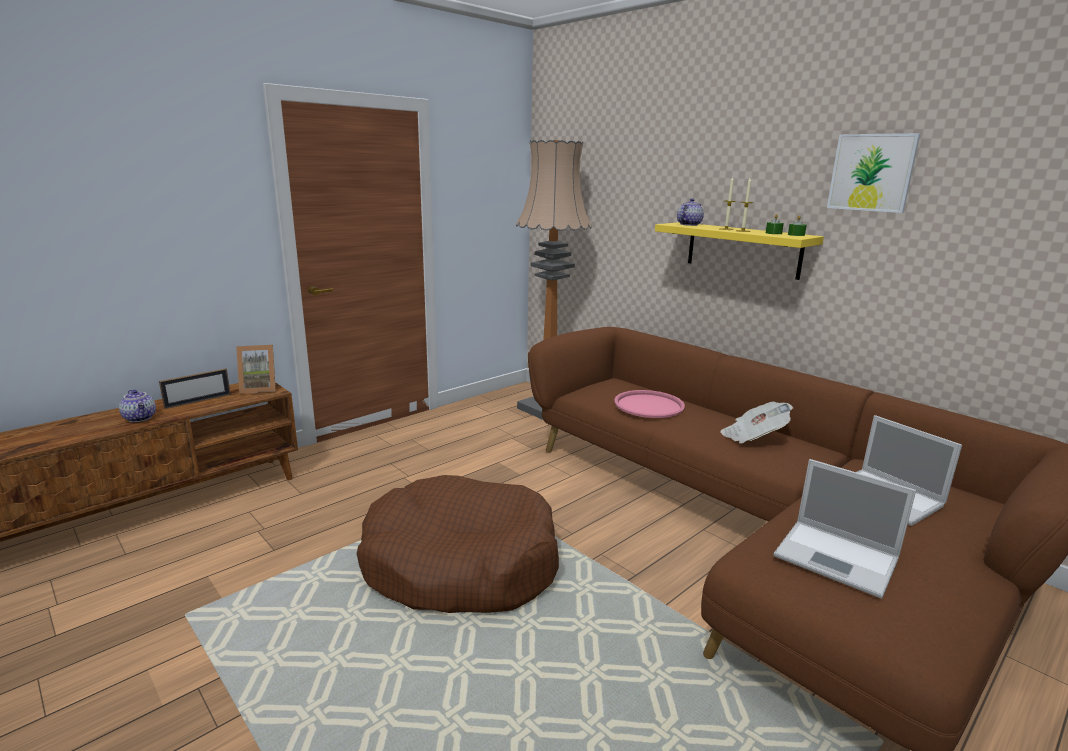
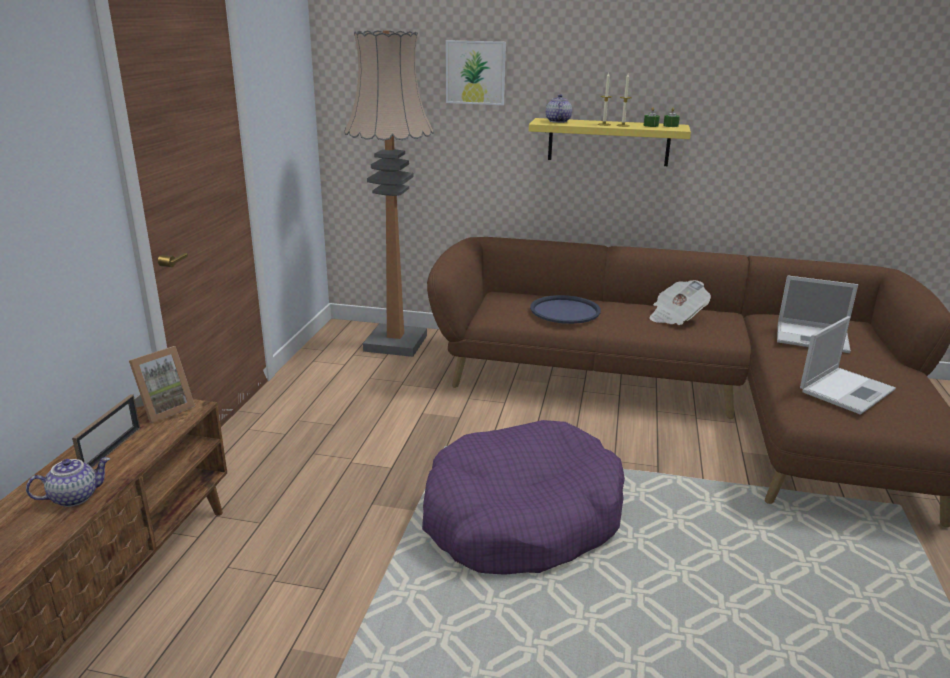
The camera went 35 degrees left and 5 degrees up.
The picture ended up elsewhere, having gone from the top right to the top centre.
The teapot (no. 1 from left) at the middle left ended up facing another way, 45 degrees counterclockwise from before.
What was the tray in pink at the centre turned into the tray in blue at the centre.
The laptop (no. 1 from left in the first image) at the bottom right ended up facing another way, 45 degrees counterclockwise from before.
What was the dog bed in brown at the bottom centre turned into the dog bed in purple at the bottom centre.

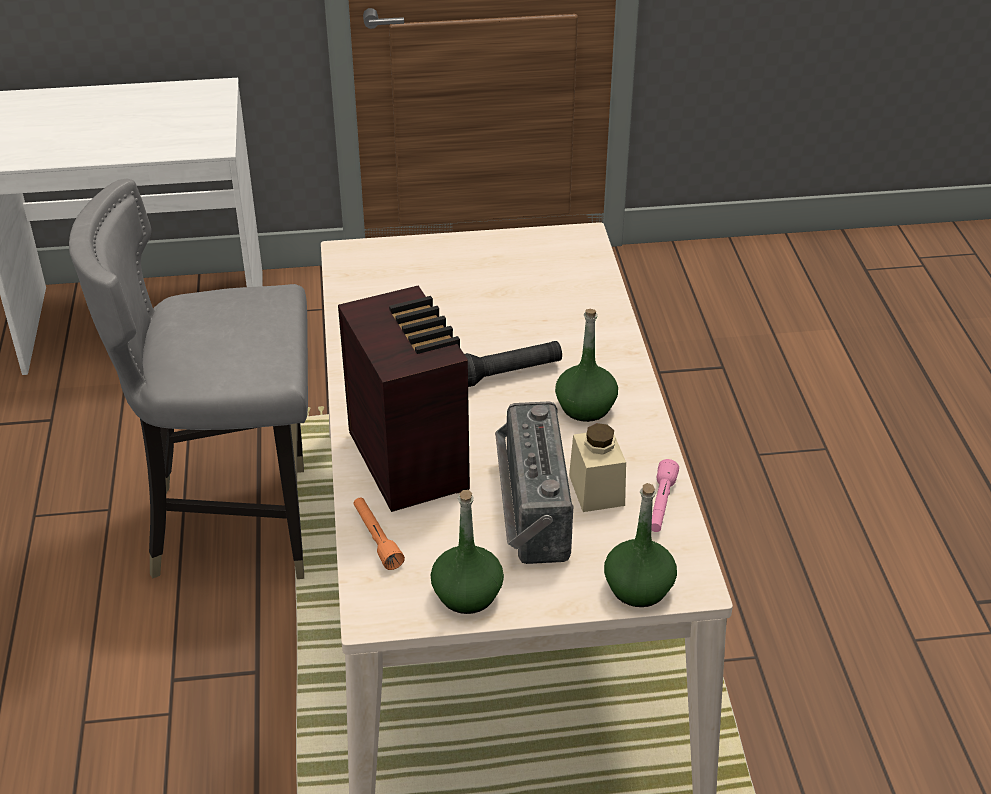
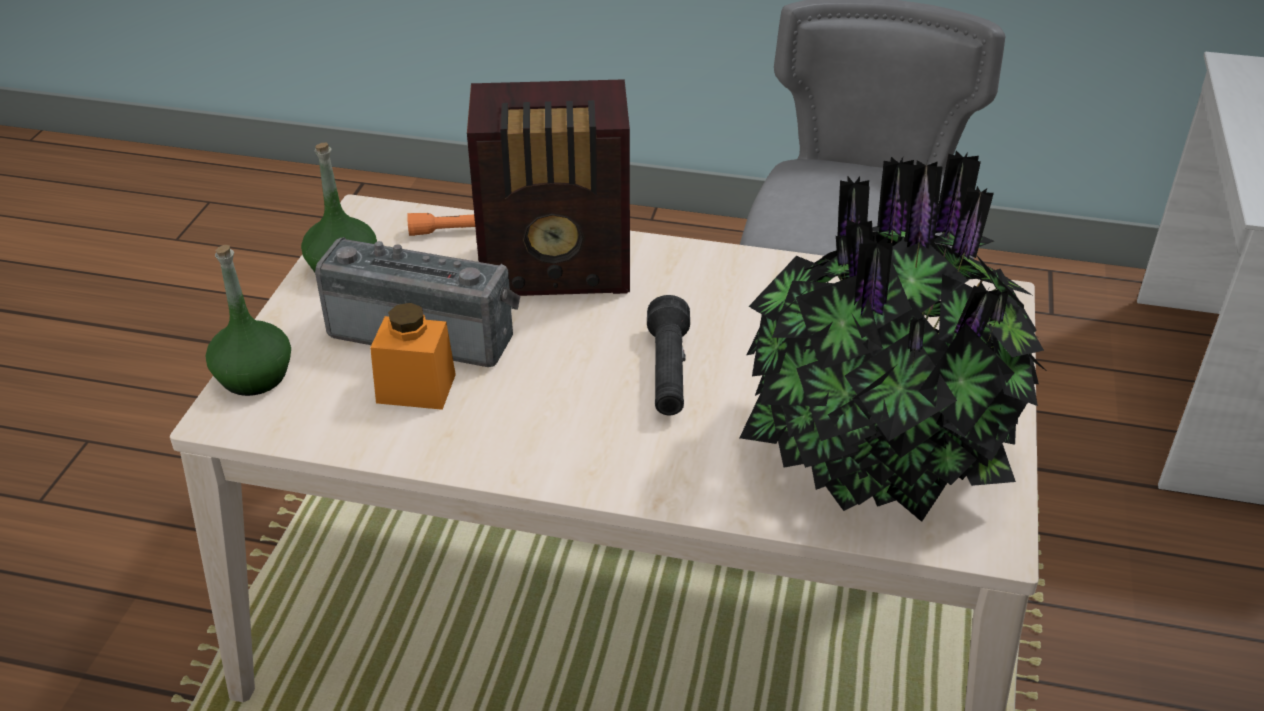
The camera went 110 degrees right and 0 degrees up.
The second view lost the bottle in green (no. 2 from left) at the centre.
What was the jar in beige at the centre turned into the jar in orange at the middle left.
The second view lost the flashlight in pink at the middle right.
The second view gained the potted plant at the middle right.

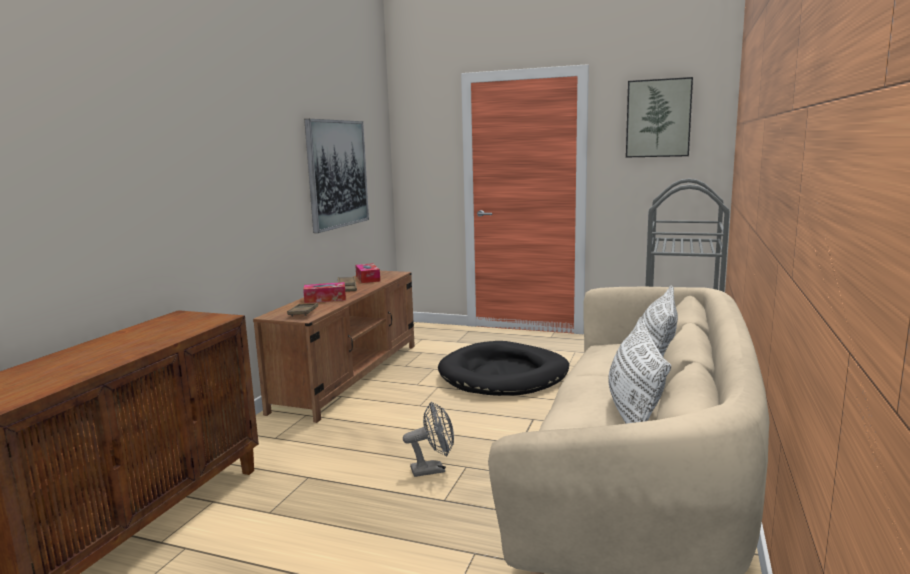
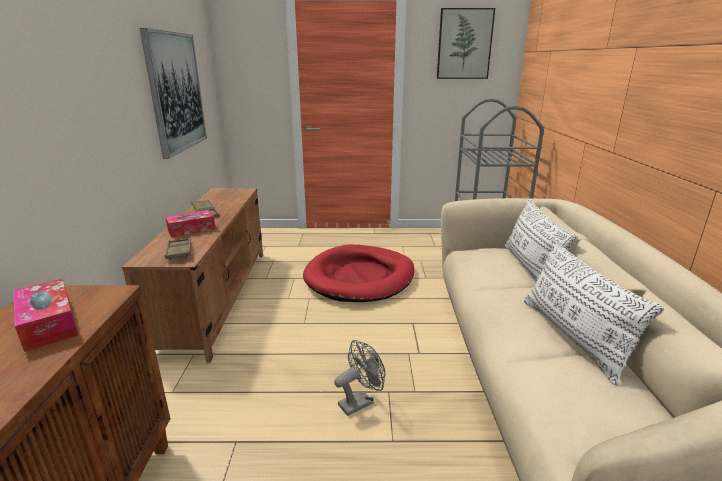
The camera went 20 degrees left and 10 degrees up.
The tissue box (no. 2 from left in the first image) ended up elsewhere, having gone from the centre to the middle left.
What was the dog bed in black at the centre turned into the dog bed in red at the centre.

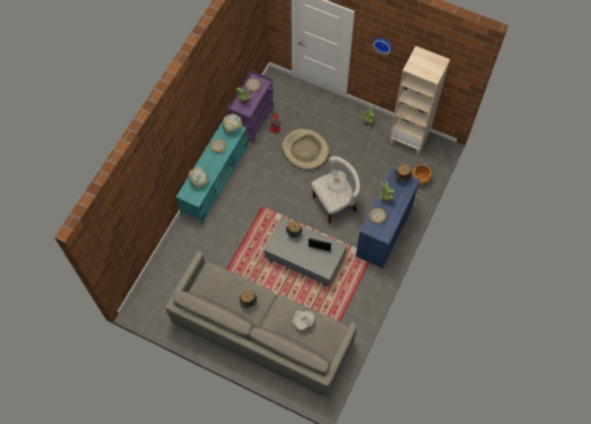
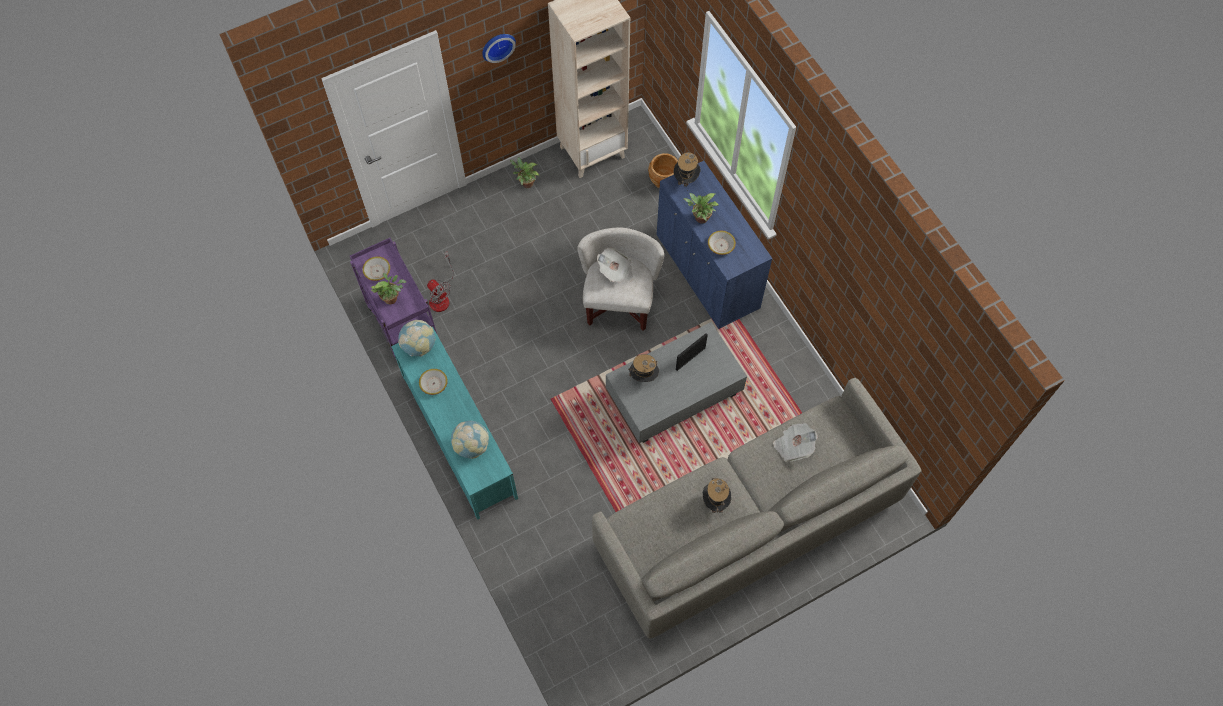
The camera went 55 degrees left and 0 degrees up.
The second view lost the dog bed in beige at the centre.

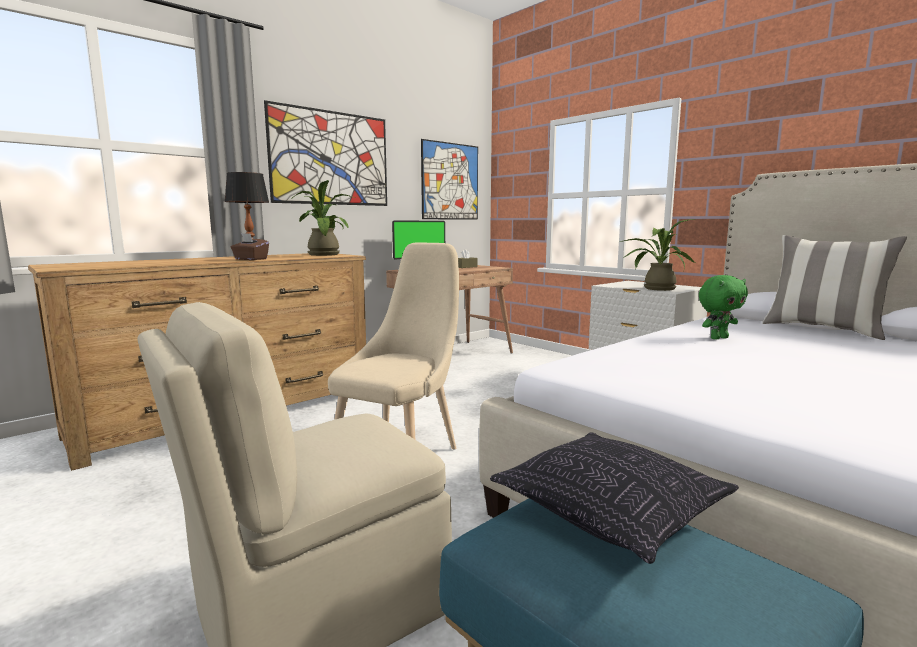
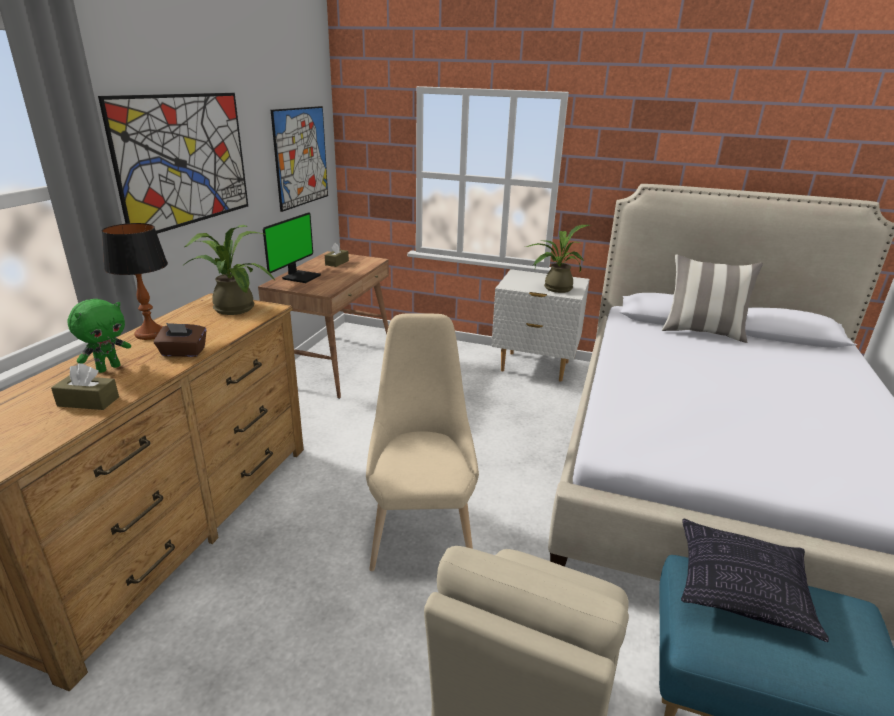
The camera went 30 degrees left and 15 degrees up.
The plush toy in green ended up elsewhere, having gone from the middle right to the middle left.
The second view gained the tissue box in brown (no. 1 from left) at the middle left.

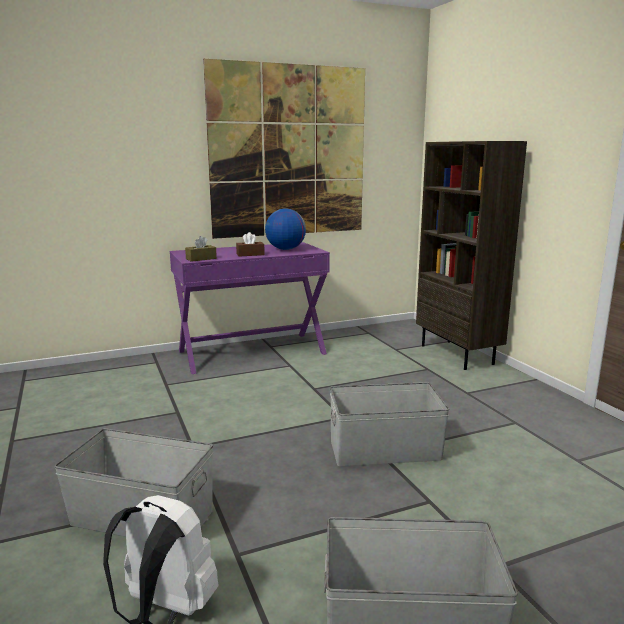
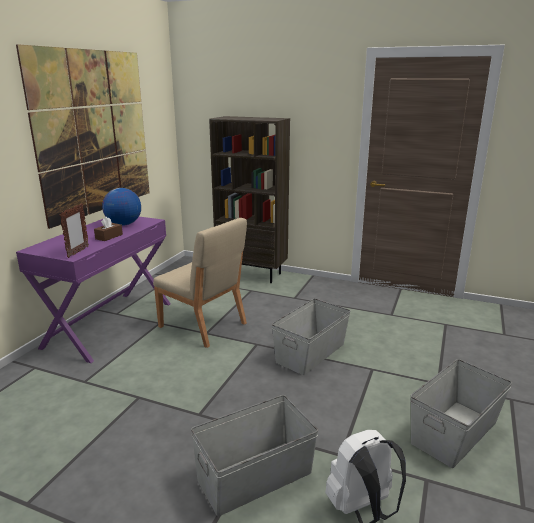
The camera went 45 degrees left and 5 degrees up.
Where the tissue box in brown (no. 1 from left) stood at the middle left, the picture frame came to stand at the middle left.
The second view gained the chair in beige at the centre.

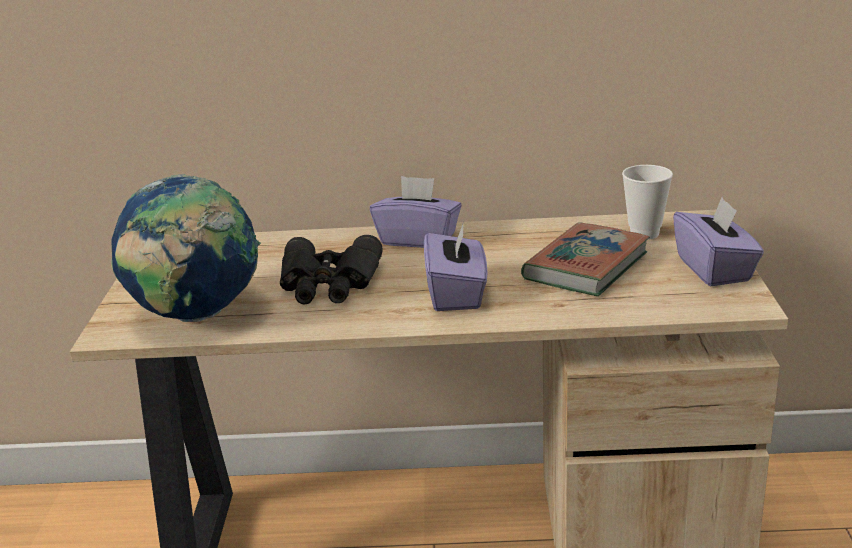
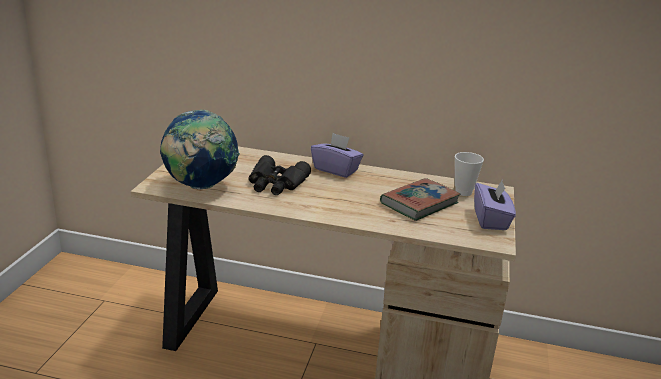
The camera went 10 degrees right and 0 degrees up.
The second view lost the tissue box in purple (no. 2 from left) at the centre.

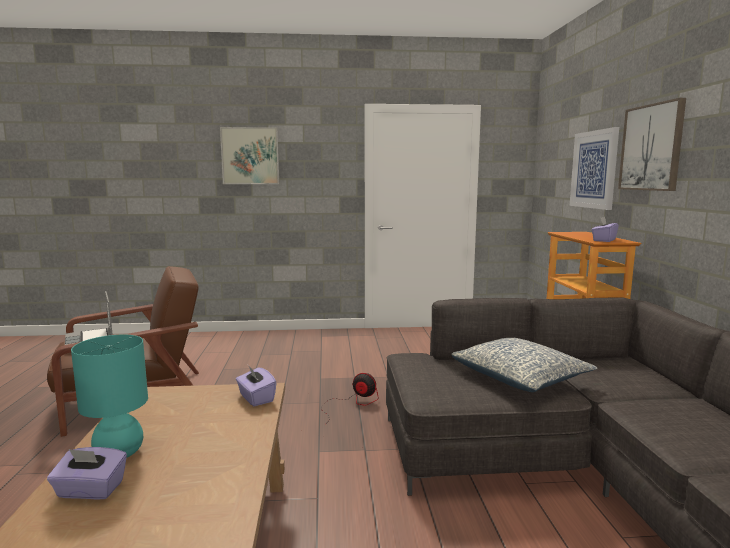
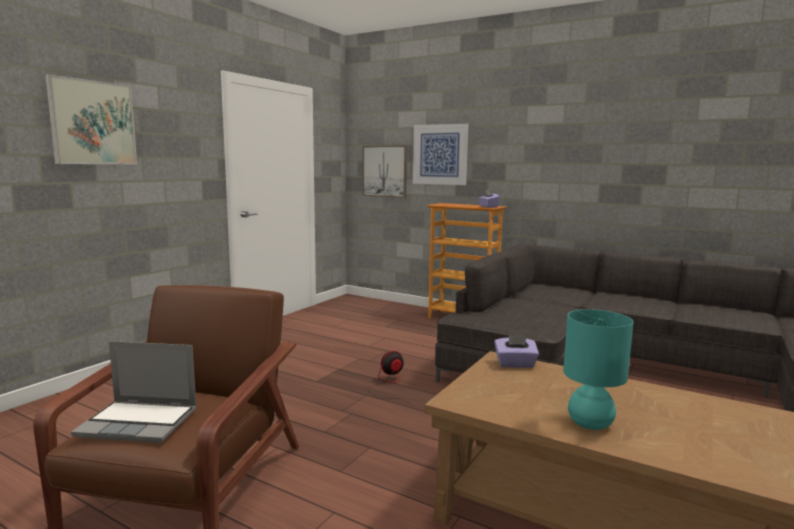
The camera went 55 degrees left and 0 degrees up.
The picture (no. 3 from left in the first image) ended up elsewhere, having gone from the top right to the top centre.
The second view lost the pillow at the middle right.
The second view lost the tissue box in purple (no. 1 from left) at the bottom left.

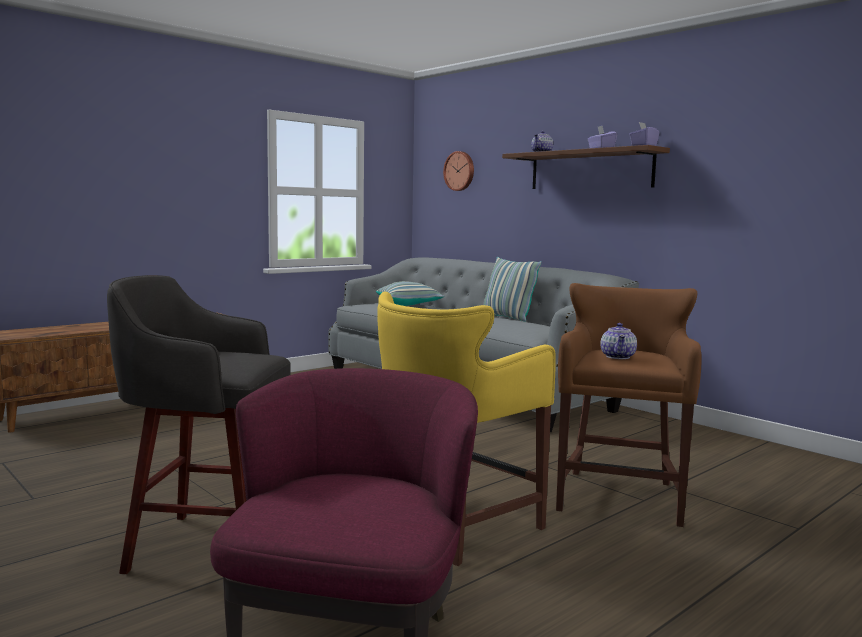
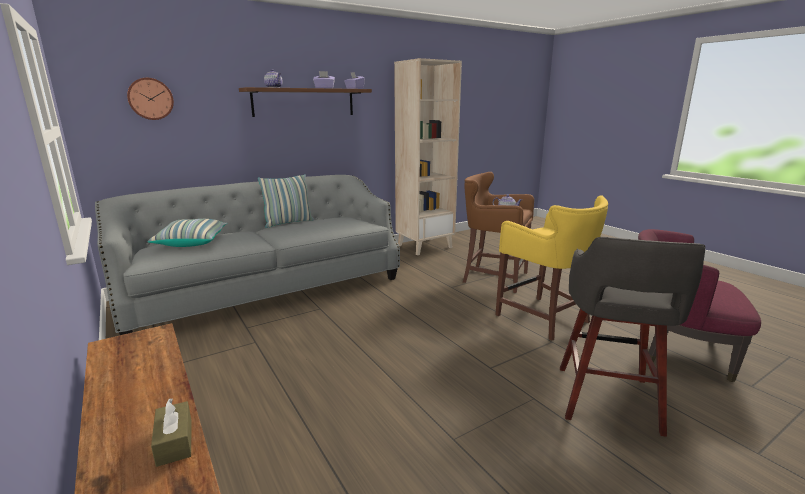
The camera went 80 degrees left and 10 degrees up.
The second view gained the bookcase in beige at the top centre.
The second view gained the tissue box in brown at the bottom left.

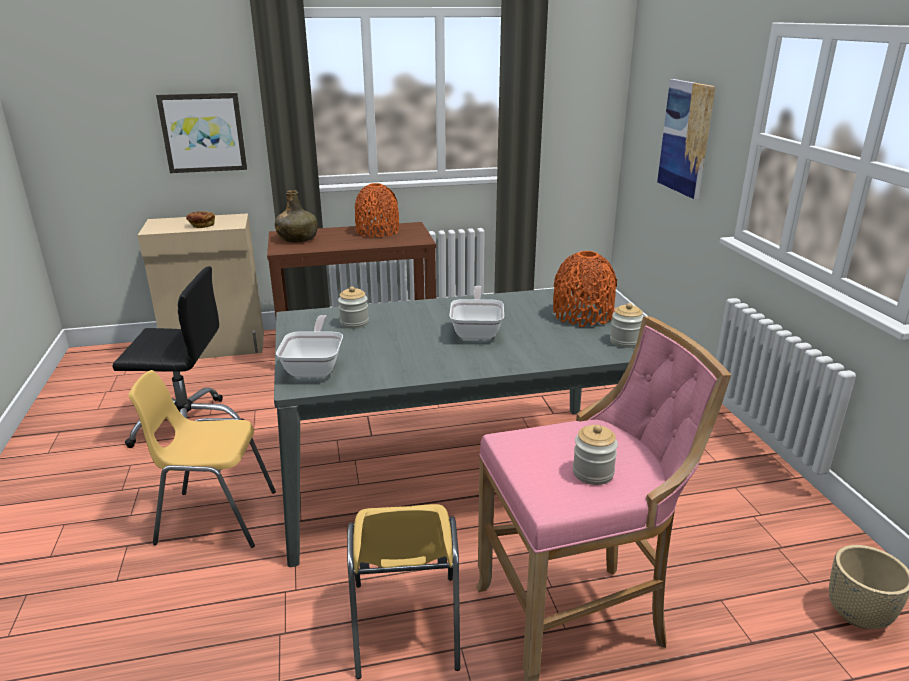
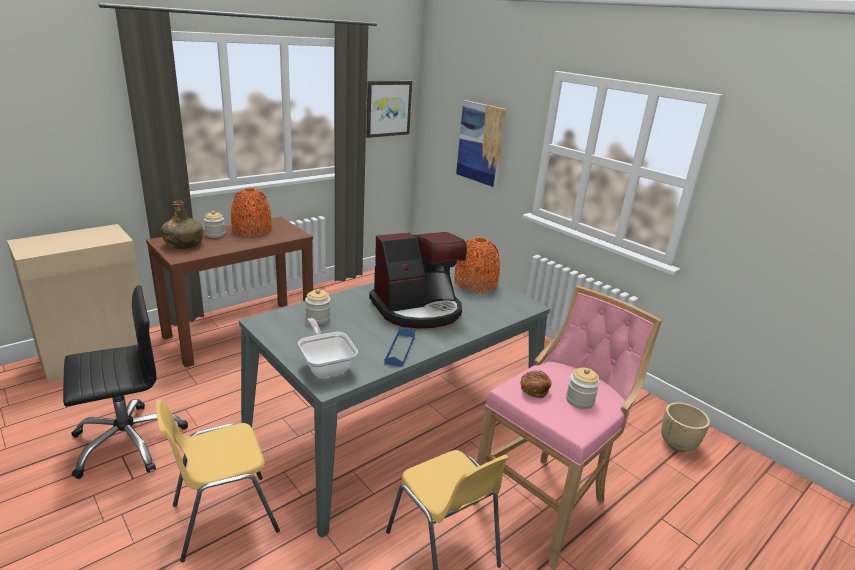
The camera went 30 degrees left and 0 degrees up.
The picture (no. 1 from left) ended up elsewhere, having gone from the top left to the top centre.
The bread ended up elsewhere, having gone from the top left to the bottom centre.
Where the frying pan (no. 2 from left) stood at the centre, the coffee machine came to stand at the centre.
The jar (no. 3 from left in the first image) ended up elsewhere, having gone from the middle right to the middle left.
The second view gained the tray in blue at the centre.

